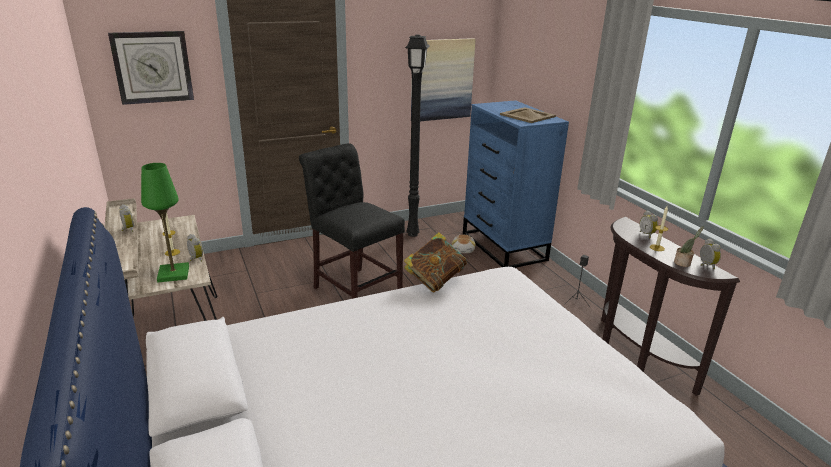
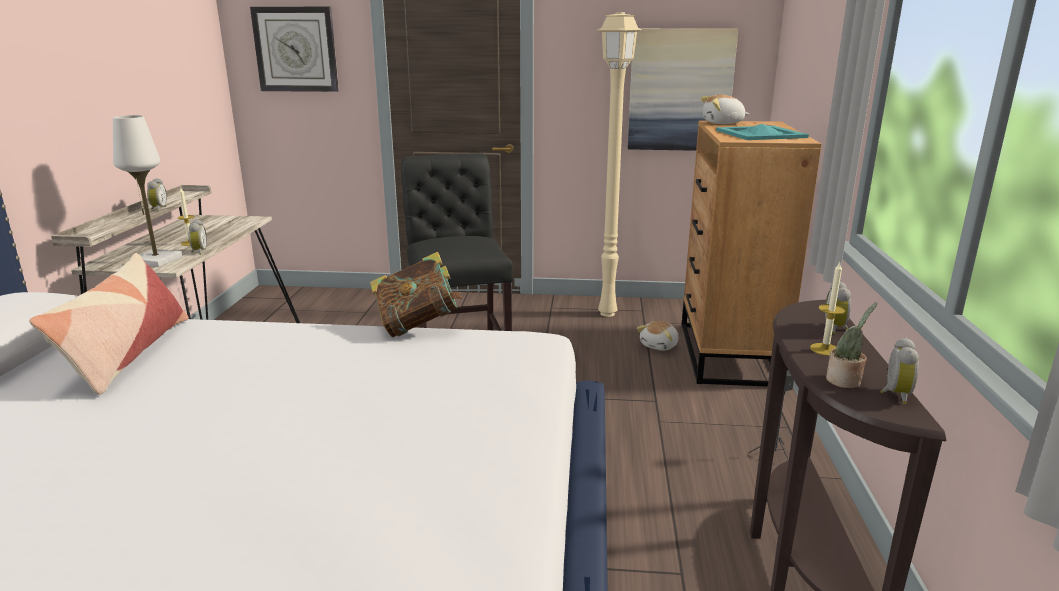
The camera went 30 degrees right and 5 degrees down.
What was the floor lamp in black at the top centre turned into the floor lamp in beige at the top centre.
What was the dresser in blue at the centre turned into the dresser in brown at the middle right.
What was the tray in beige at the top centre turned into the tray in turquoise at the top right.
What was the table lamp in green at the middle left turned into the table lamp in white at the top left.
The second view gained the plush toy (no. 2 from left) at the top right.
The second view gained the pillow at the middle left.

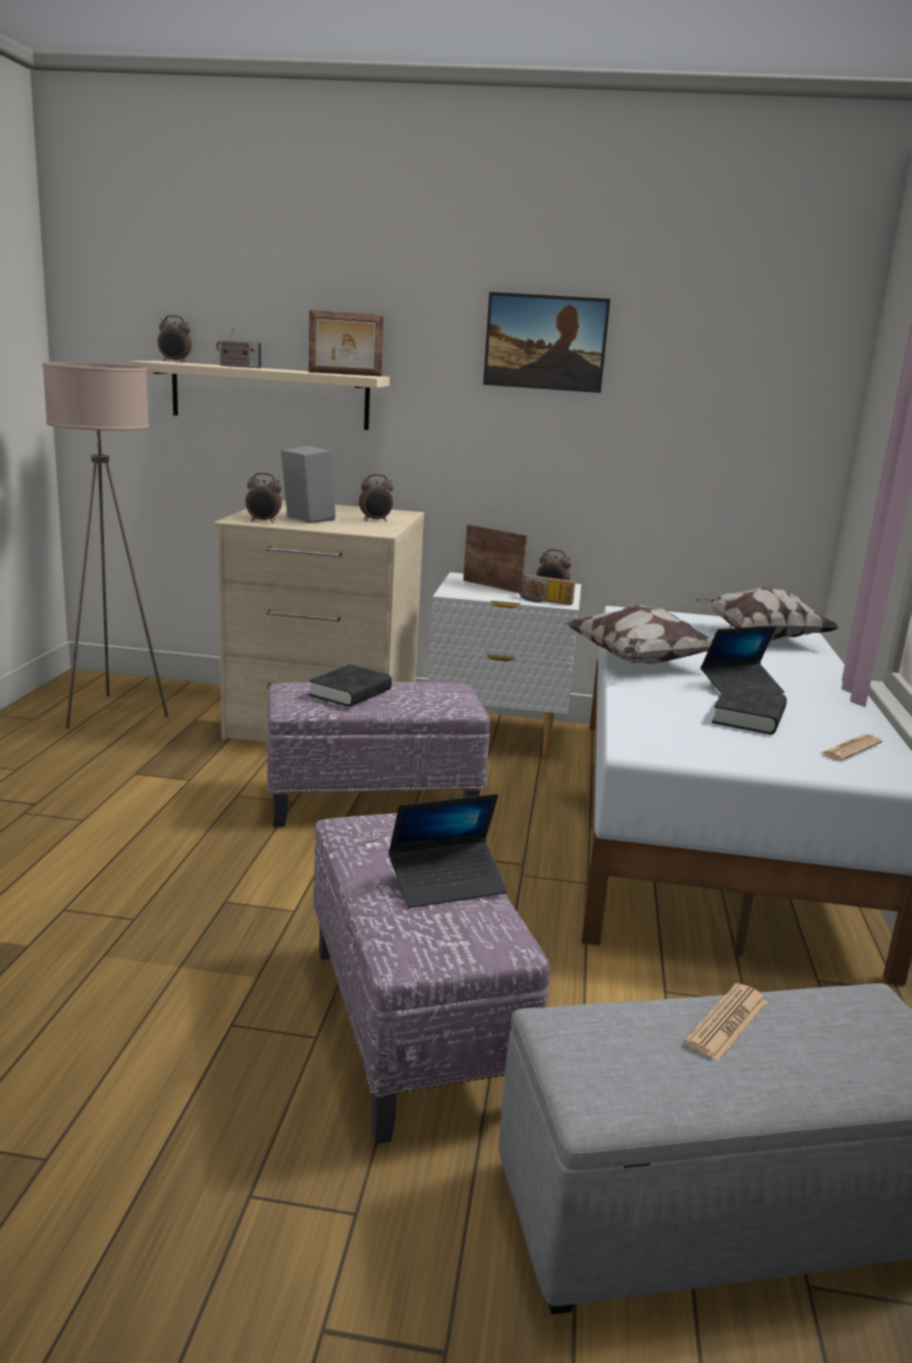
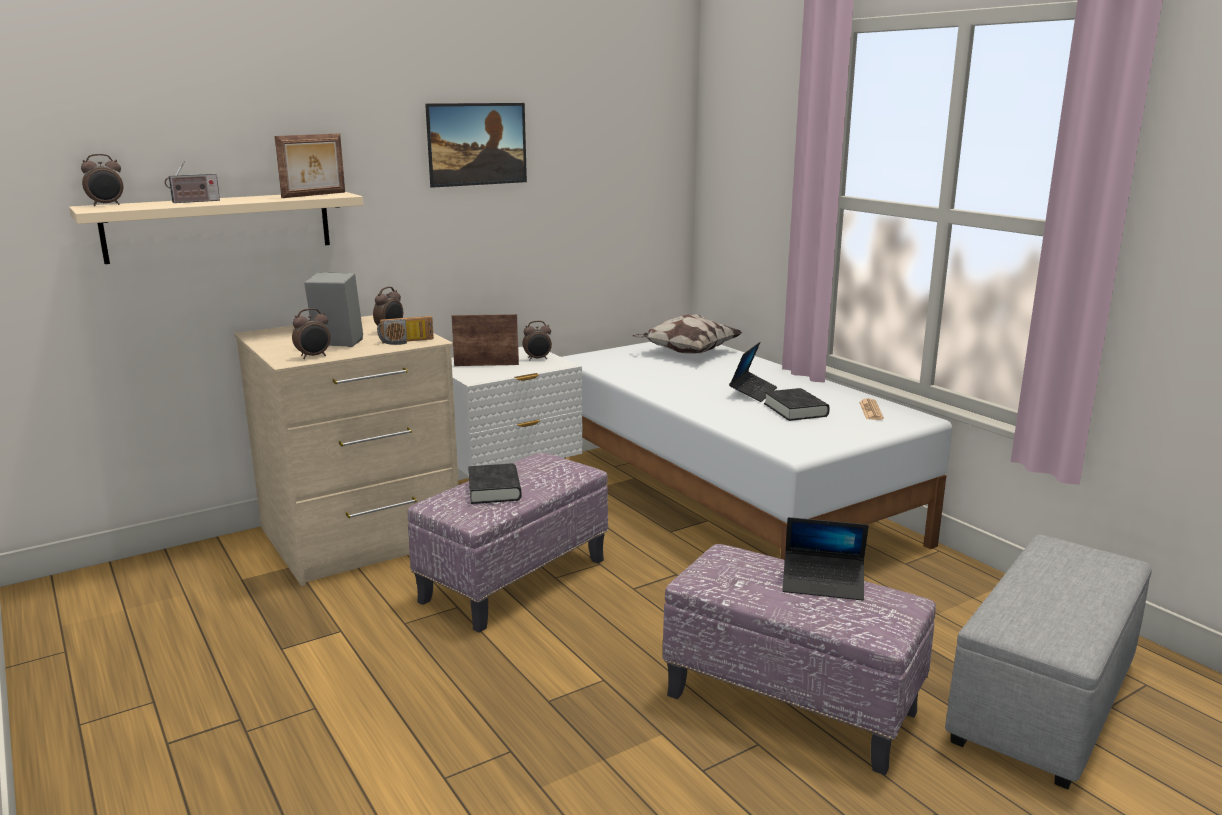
The camera went 40 degrees left and 0 degrees up.
The second view lost the floor lamp in beige at the middle left.
The radio (no. 2 from left) ended up elsewhere, having gone from the centre to the middle left.
The second view lost the pillow (no. 1 from left) at the middle right.
The laptop (no. 1 from left in the first image) at the centre ended up facing another way, 75 degrees clockwise from before.
The second view lost the newspaper (no. 1 from left) at the bottom right.

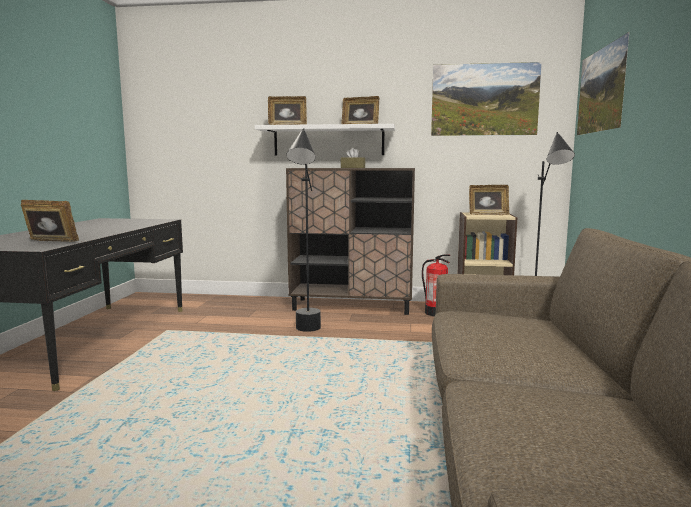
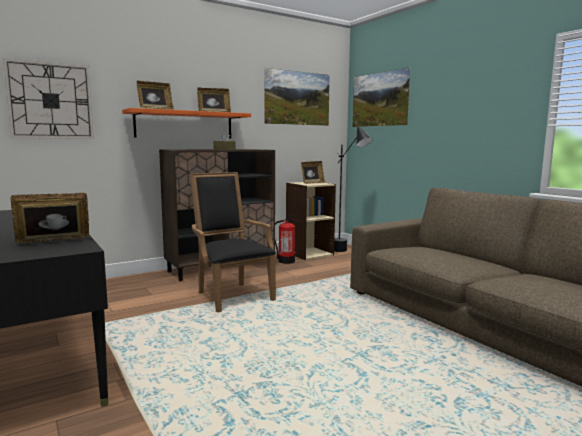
The camera went 40 degrees left and 0 degrees up.
What was the shelf in white at the top centre turned into the shelf in orange at the top left.
Where the floor lamp in black (no. 1 from left) stood at the centre, the armchair in black came to stand at the centre.
The second view gained the wall clock at the top left.

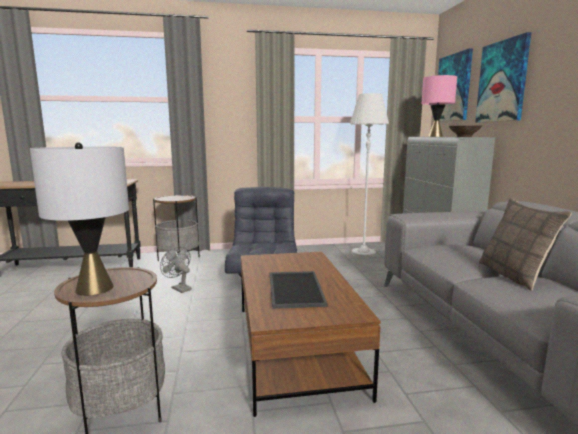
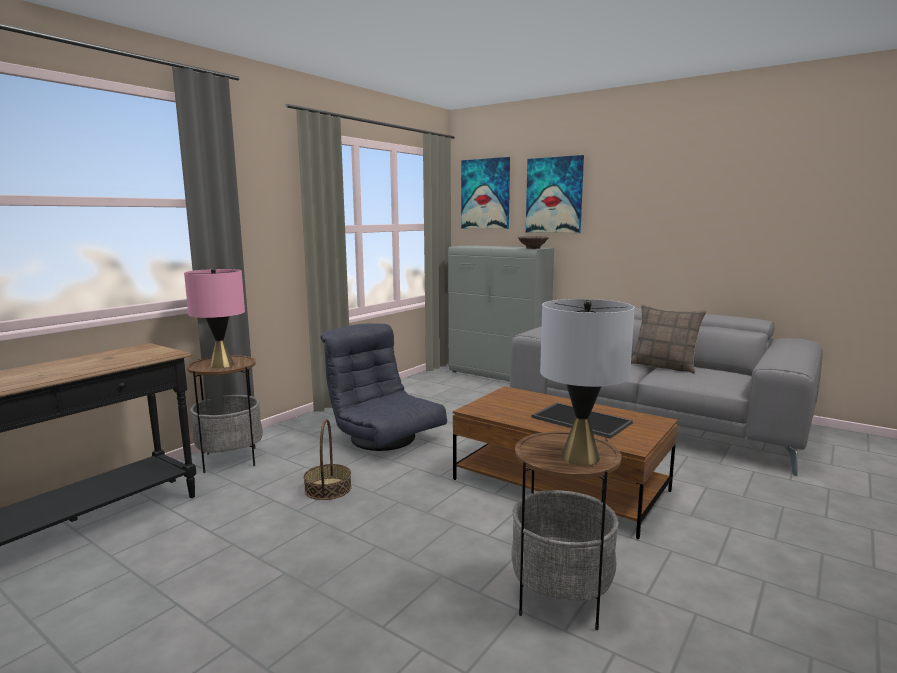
The camera went 45 degrees left and 0 degrees up.
The table lamp in pink ended up elsewhere, having gone from the top right to the middle left.
The second view lost the floor lamp in white at the centre.
Where the fan in grey stood at the middle left, the basket came to stand at the bottom centre.

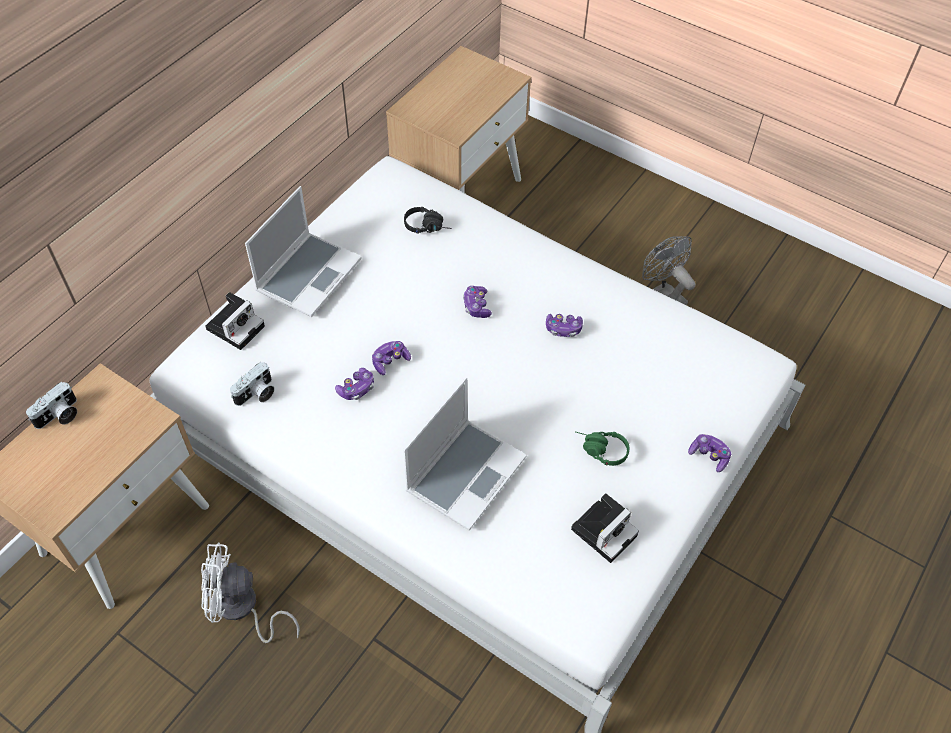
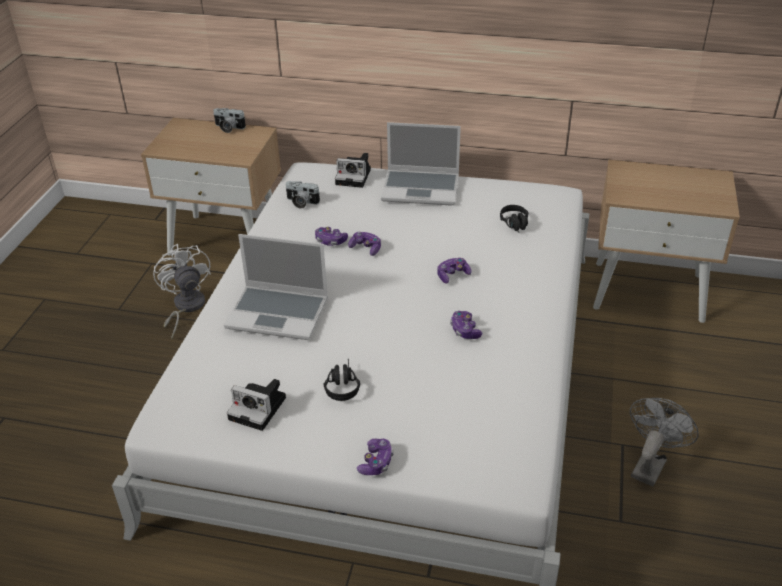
The camera went 70 degrees right and 15 degrees down.
What was the headphones in green at the centre turned into the headphones in black (no. 1 from left) at the centre.

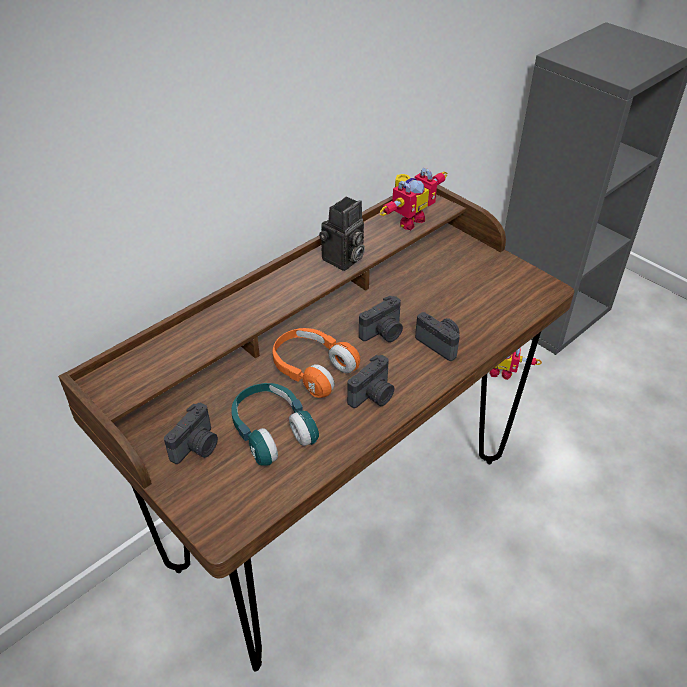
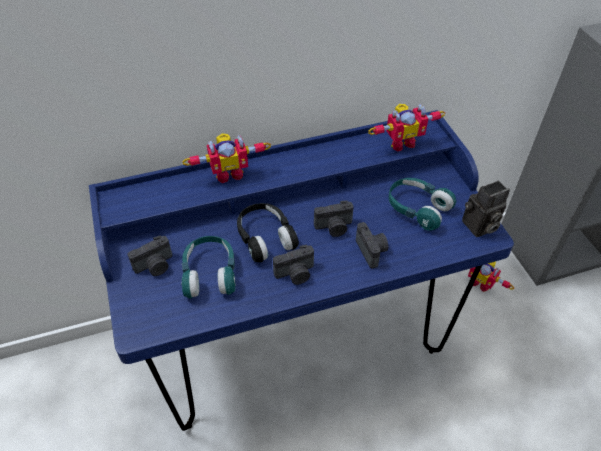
The camera went 25 degrees right and 5 degrees up.
What was the desk in brown at the centre turned into the desk in blue at the centre.
The photo camera (no. 2 from left in the first image) ended up elsewhere, having gone from the centre to the middle right.
What was the headphones in orange at the centre turned into the headphones in black at the centre.
The second view gained the toy robot (no. 1 from left) at the centre.
The second view gained the headphones in turquoise (no. 2 from left) at the middle right.

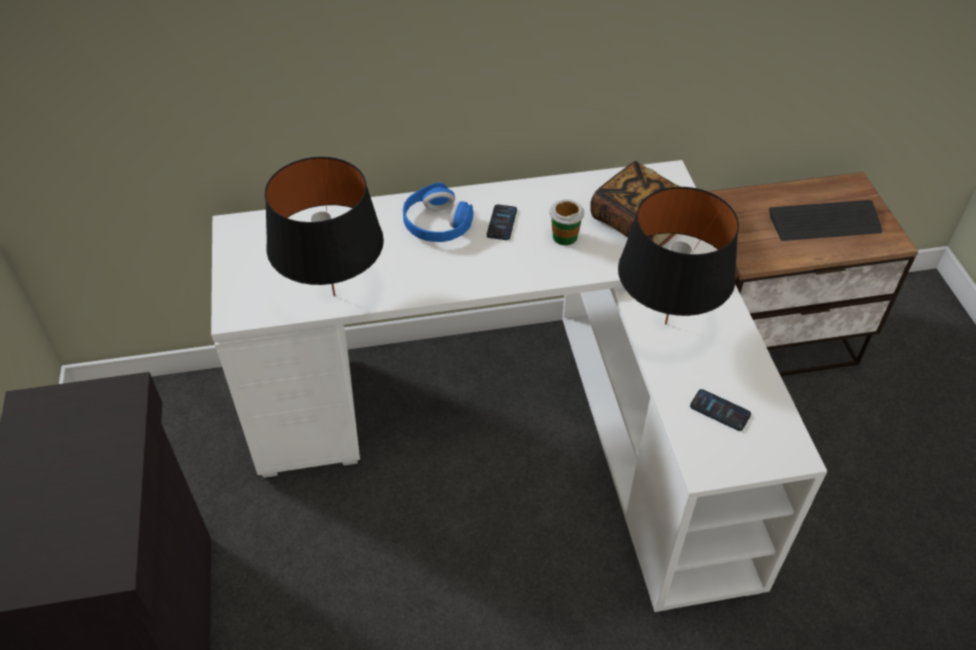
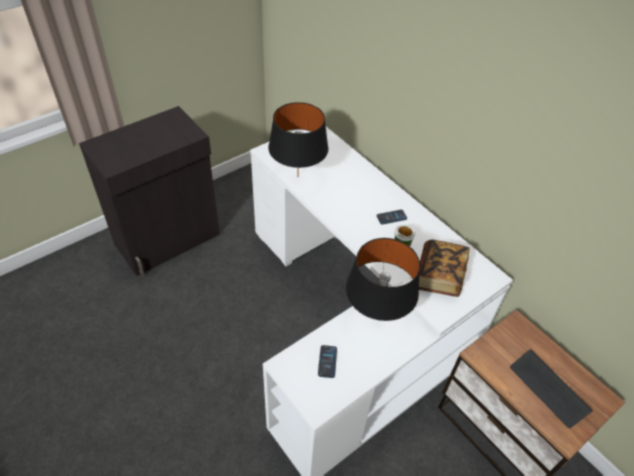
The camera went 60 degrees right and 0 degrees up.
The second view lost the headphones in blue at the top centre.

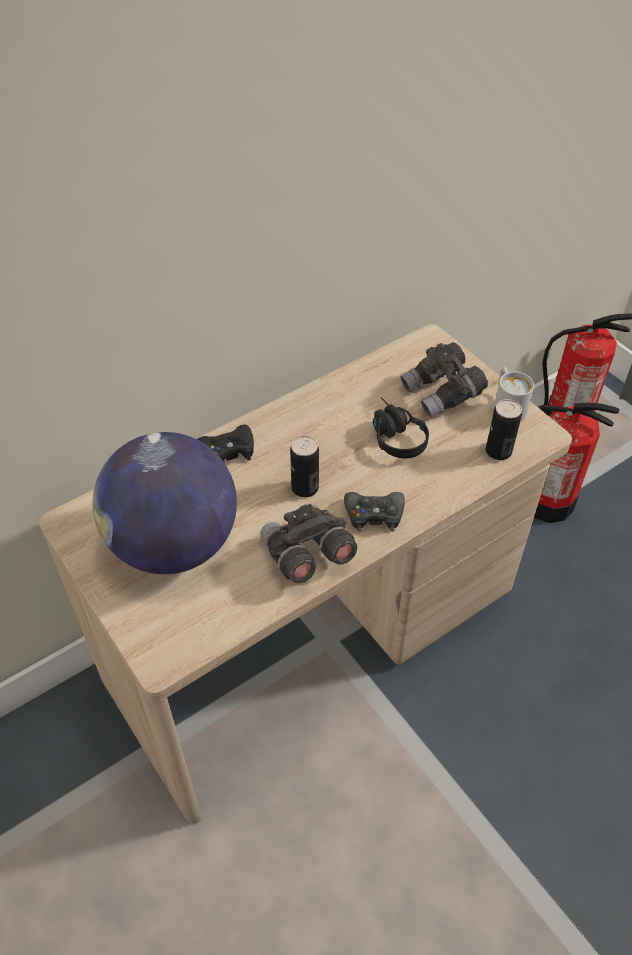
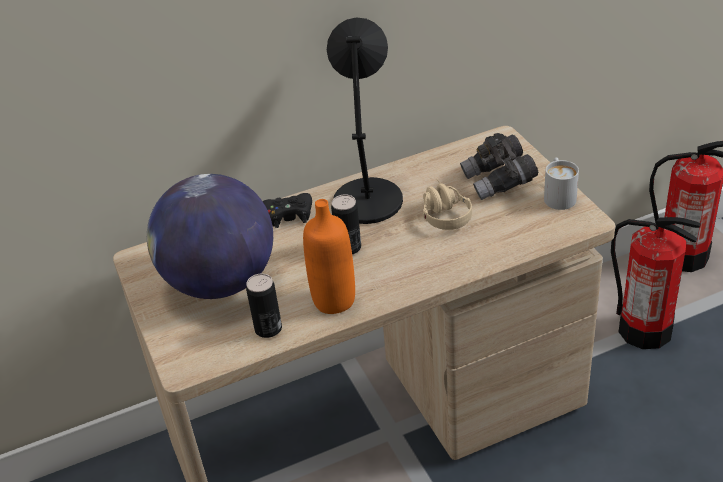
The camera went 15 degrees right and 10 degrees down.
What was the headphones in black at the centre turned into the headphones in beige at the centre.
The can (no. 2 from left in the first image) ended up elsewhere, having gone from the middle right to the centre.
The second view lost the game controller in black (no. 2 from left) at the centre.
Where the binoculars in grey (no. 1 from left) stood at the centre, the bottle in orange came to stand at the centre.
The second view gained the table lamp in black at the top centre.

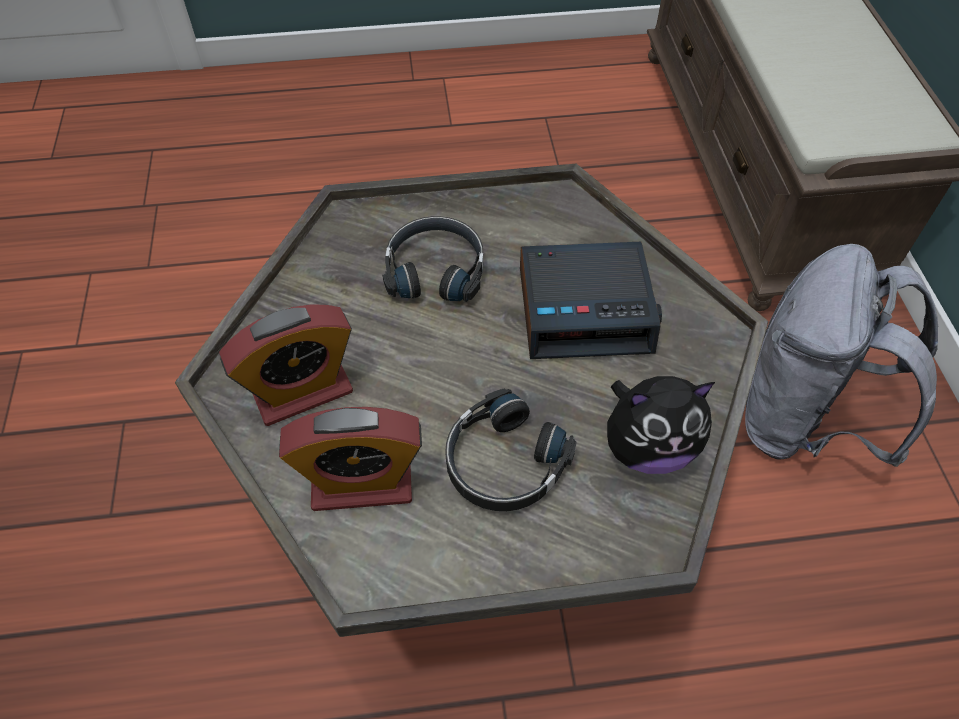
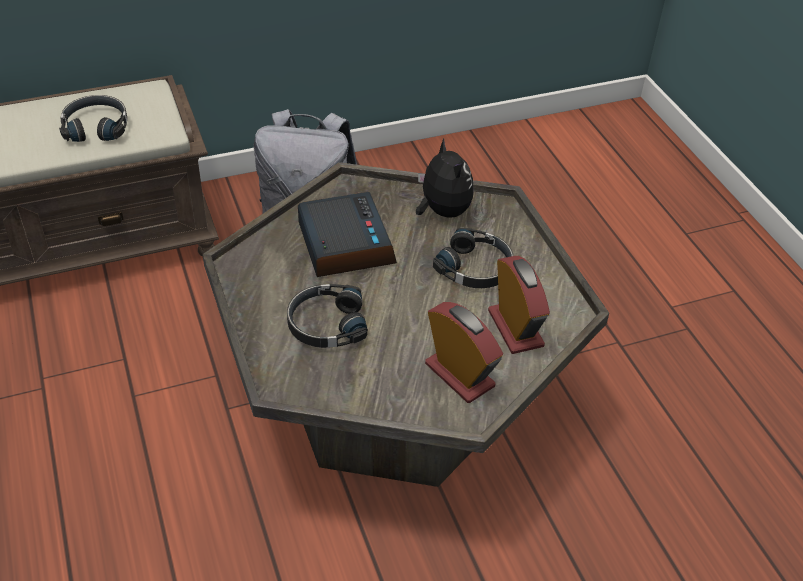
The camera went 105 degrees left and 10 degrees down.
The second view gained the headphones in black (no. 1 from left) at the top left.

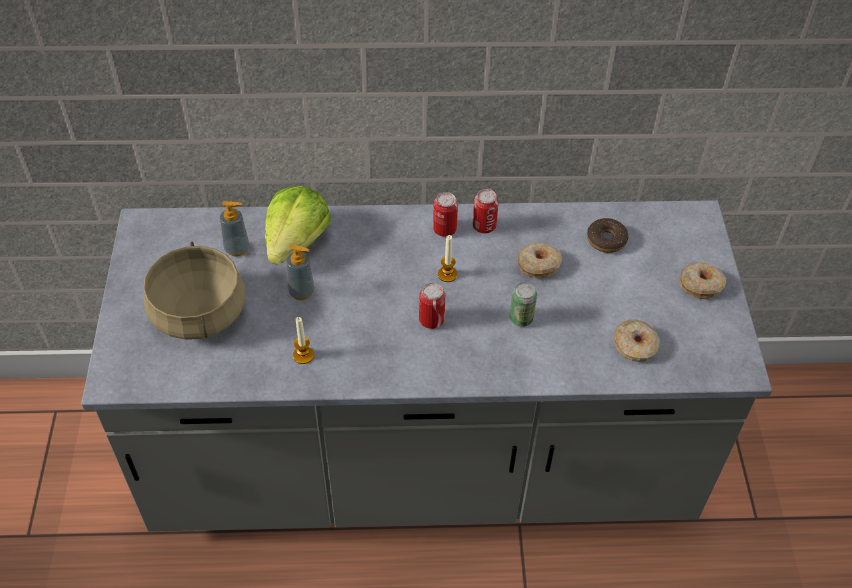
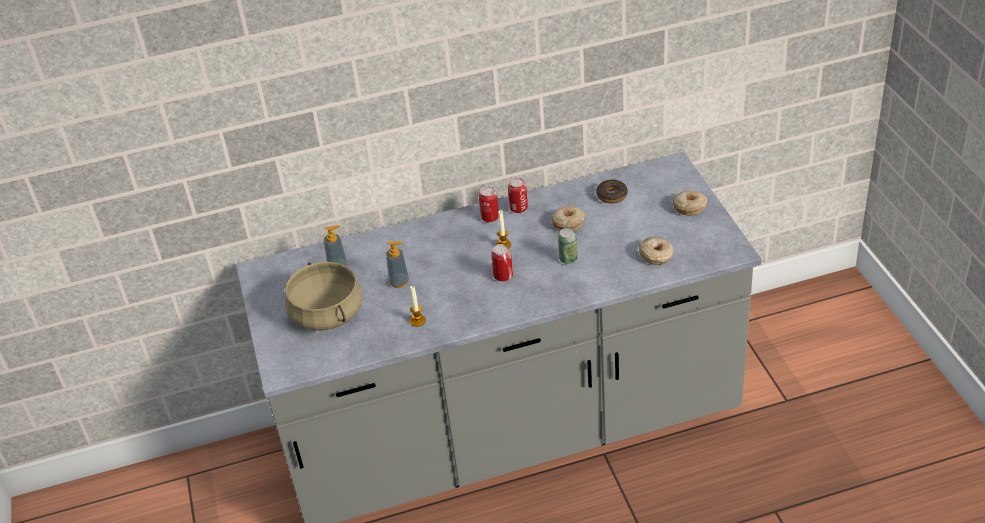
The camera went 10 degrees left and 10 degrees down.
The second view lost the lettuce at the centre.

